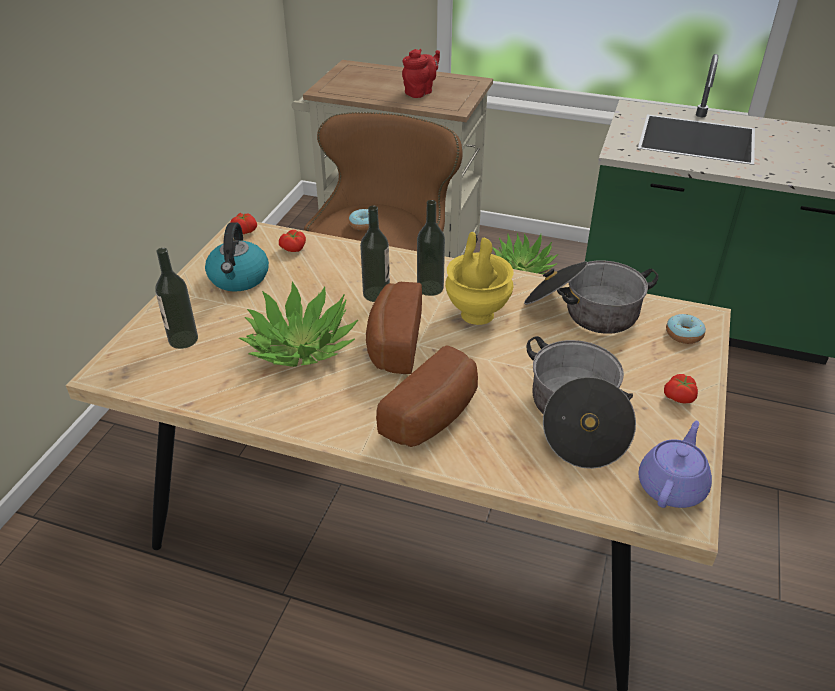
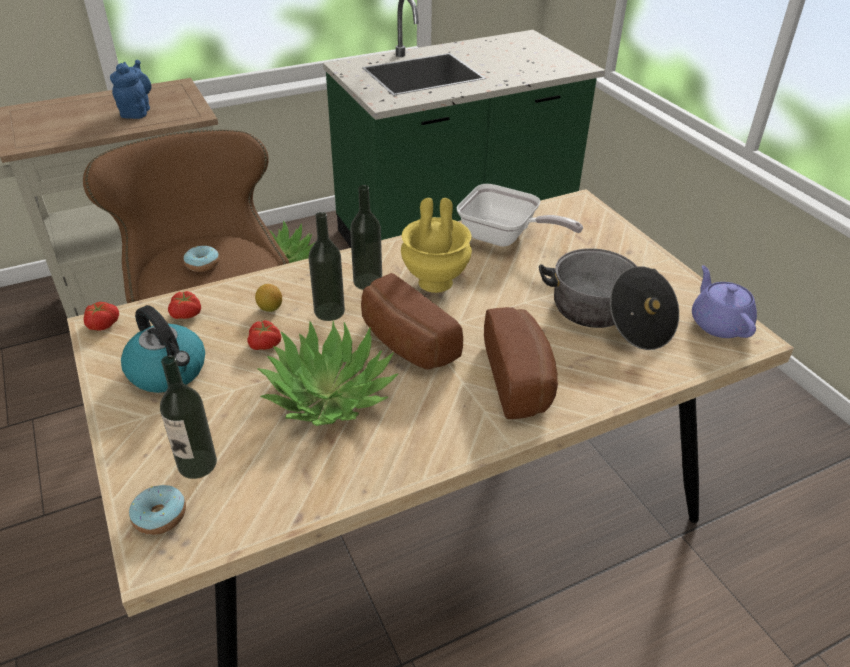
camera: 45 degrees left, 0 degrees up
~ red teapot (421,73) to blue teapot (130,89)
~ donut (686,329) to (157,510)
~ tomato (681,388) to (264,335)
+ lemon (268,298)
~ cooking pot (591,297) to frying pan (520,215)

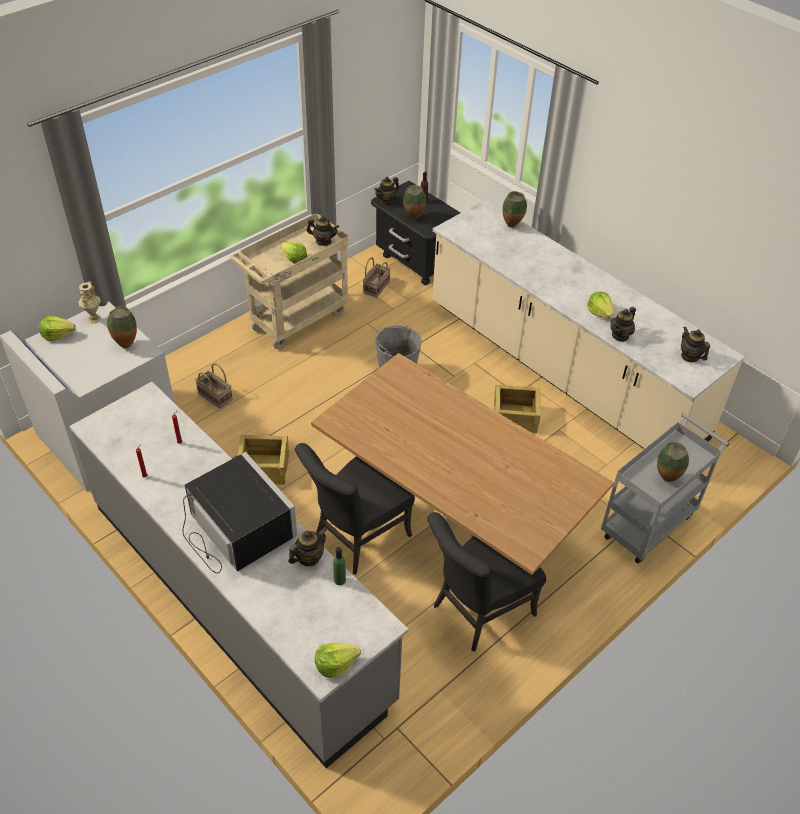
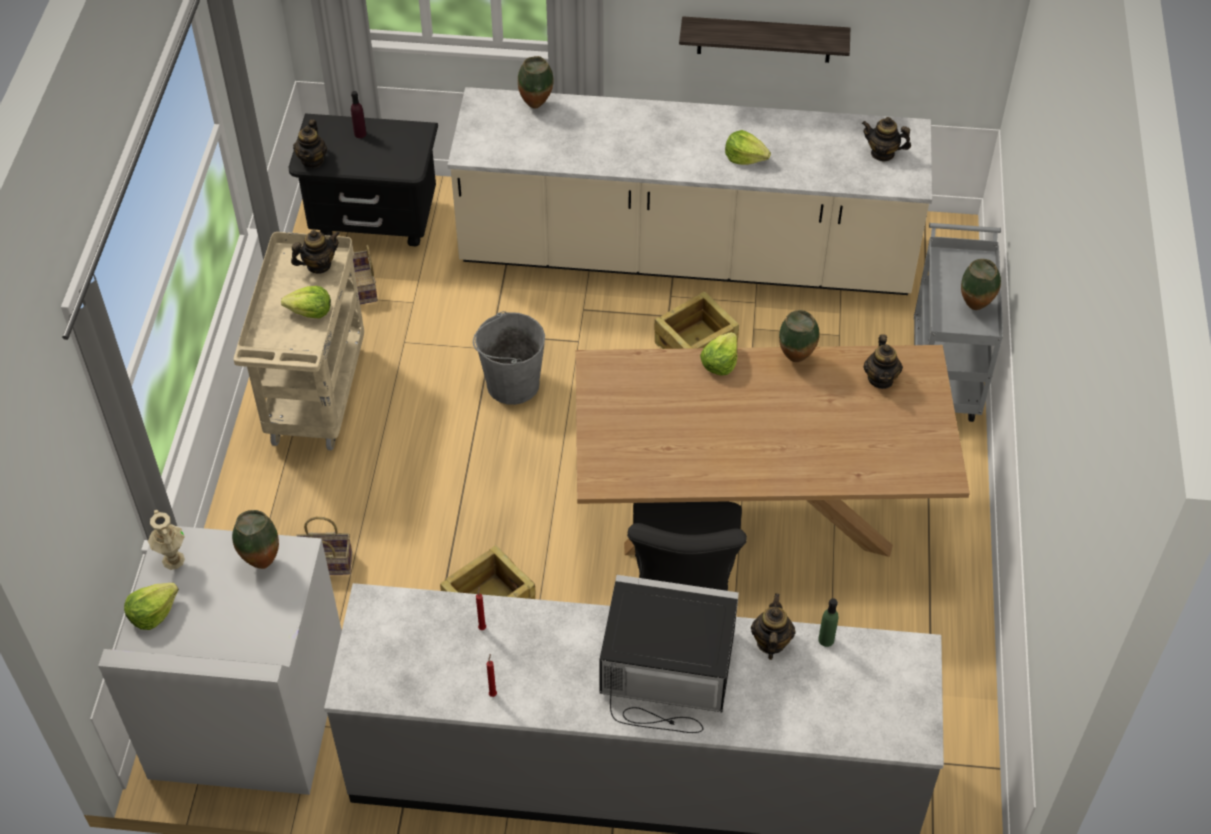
camera: 40 degrees left, 5 degrees up
+ shelf (764,39)
~ lettuce (338,660) to (718,354)
~ vase (414,202) to (799,336)
~ teapot (623,324) to (883,361)
- black chair (486,582)

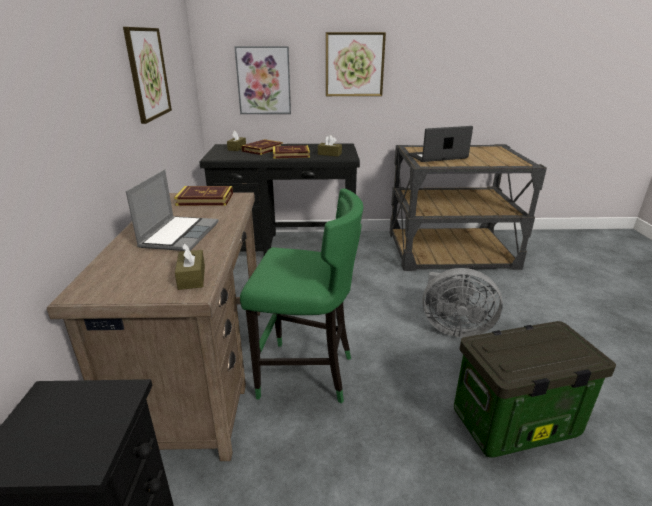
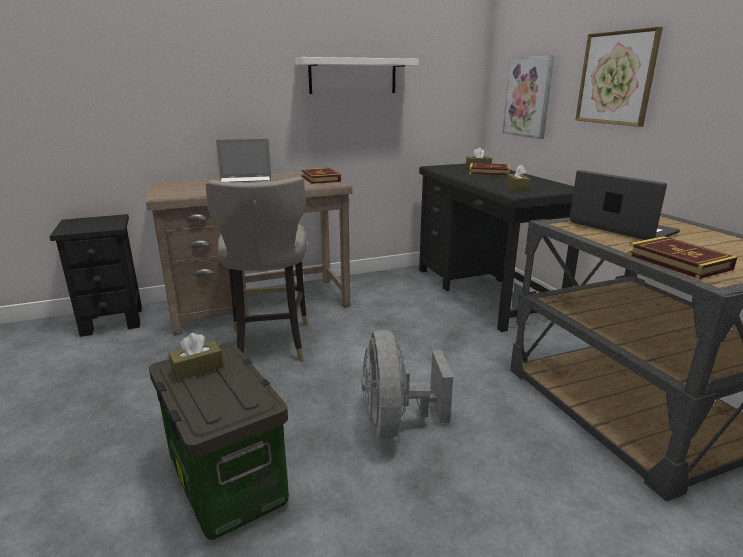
camera: 70 degrees right, 5 degrees down
~ brown tissue box (190,266) to (195,357)
~ green stool (301,295) to grey stool (256,269)
~ picture (147,75) to white shelf (357,75)
~ book (291,152) to (682,257)

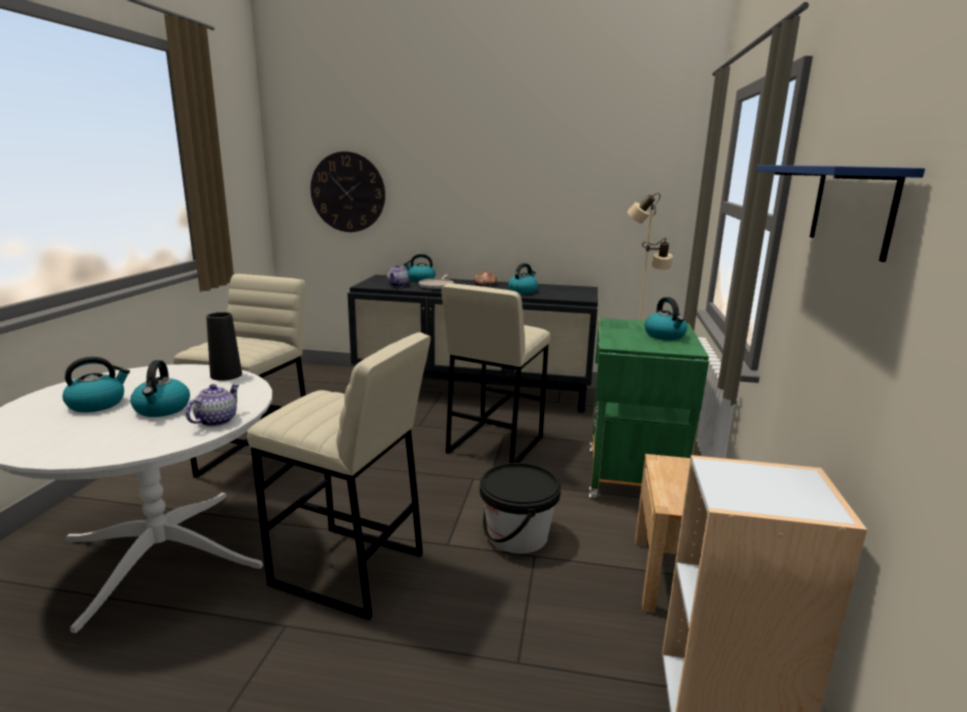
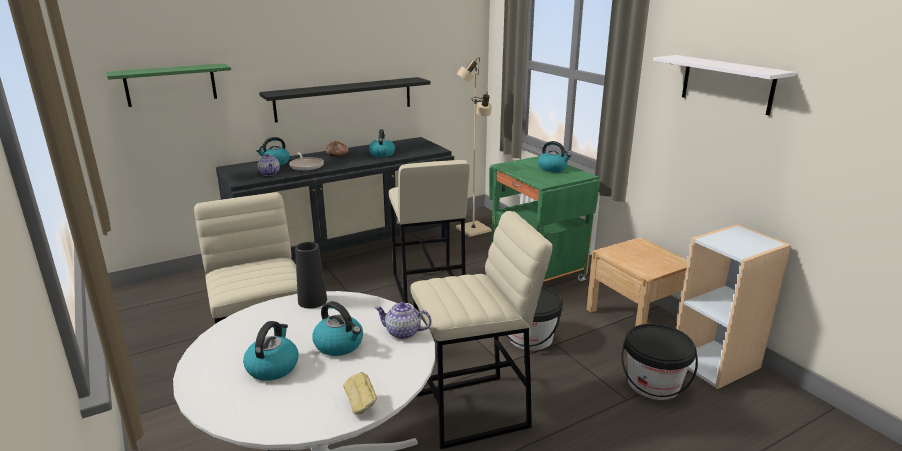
camera: 40 degrees left, 5 degrees up
~ wall clock (348,191) to green shelf (168,85)
+ black shelf (345,100)
+ bread (360,393)
~ teapot (213,405) = (403,320) 60 degrees counterclockwise
+ black bucket (660,362)
~ blue shelf (840,213) to white shelf (724,85)

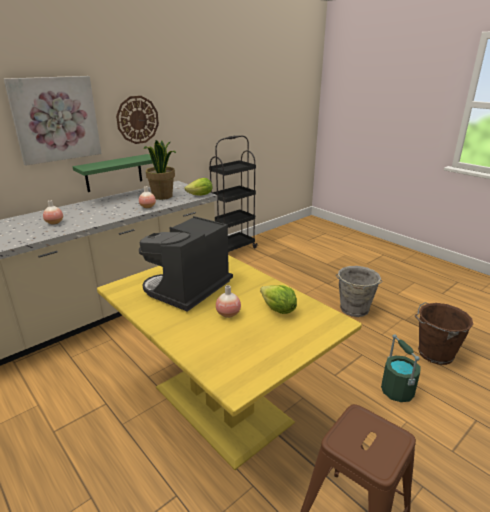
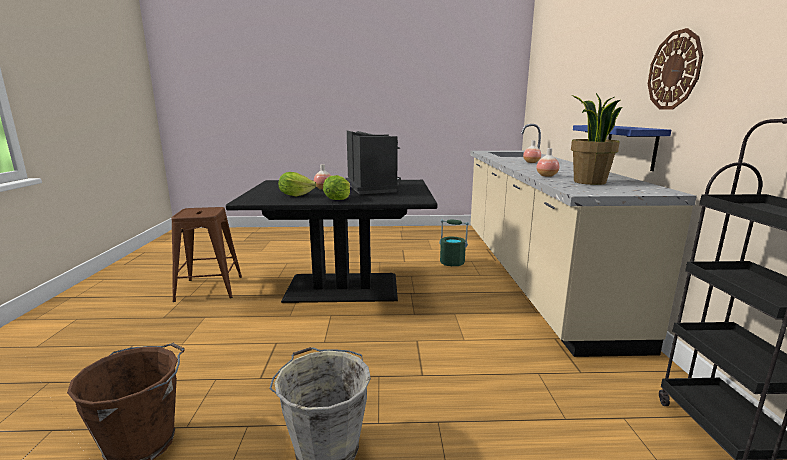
camera: 130 degrees right, 10 degrees down
~ yellow dining table (229,362) to black dining table (332,241)
~ lettuce (198,187) to (336,187)
~ green bucket (401,368) to (454,242)
~ green shelf (112,173) to blue shelf (622,148)
- picture (53,121)

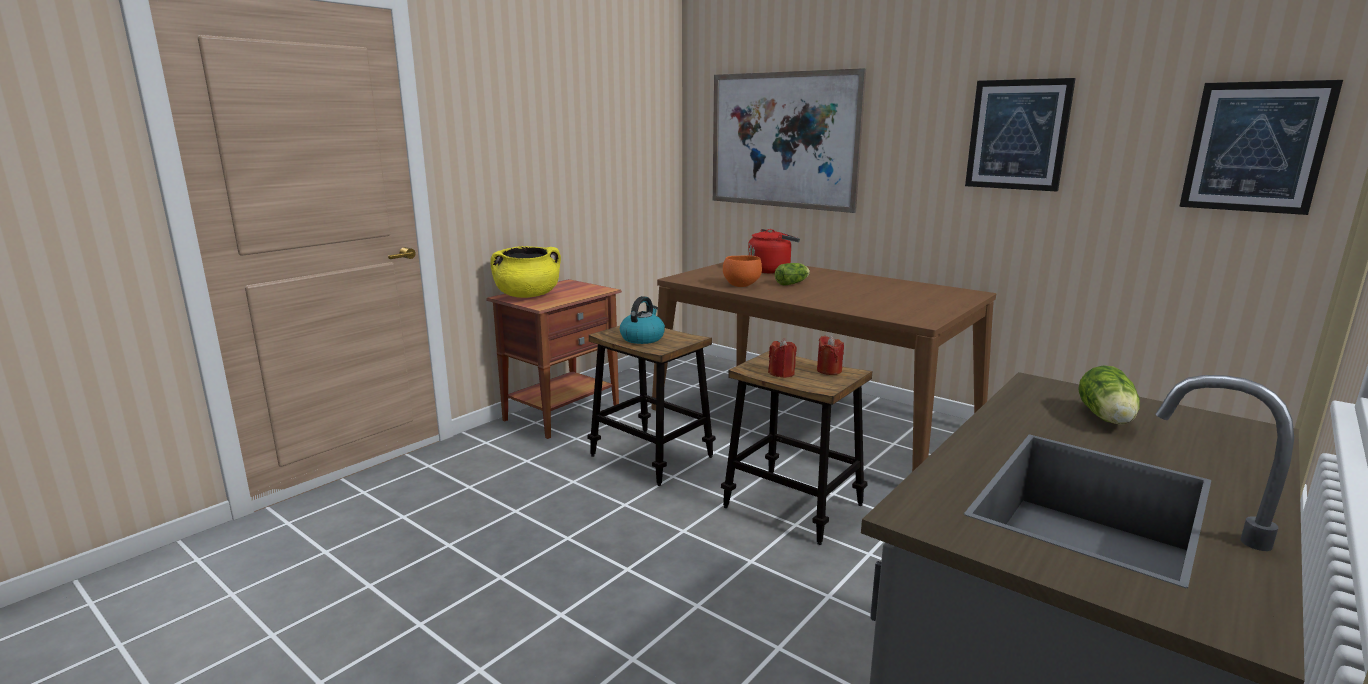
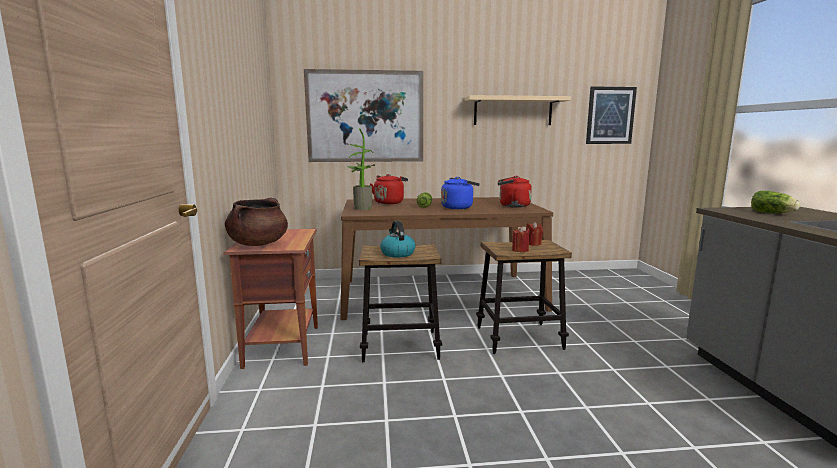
camera: 45 degrees left, 5 degrees down
~ yellow cooking pot (525,272) to brown cooking pot (256,222)
+ potted plant (360,169)
+ blue kettle (460,193)
~ picture (1020,135) to beige shelf (518,110)
+ red kettle (515,192)
- orange bowl (742,271)

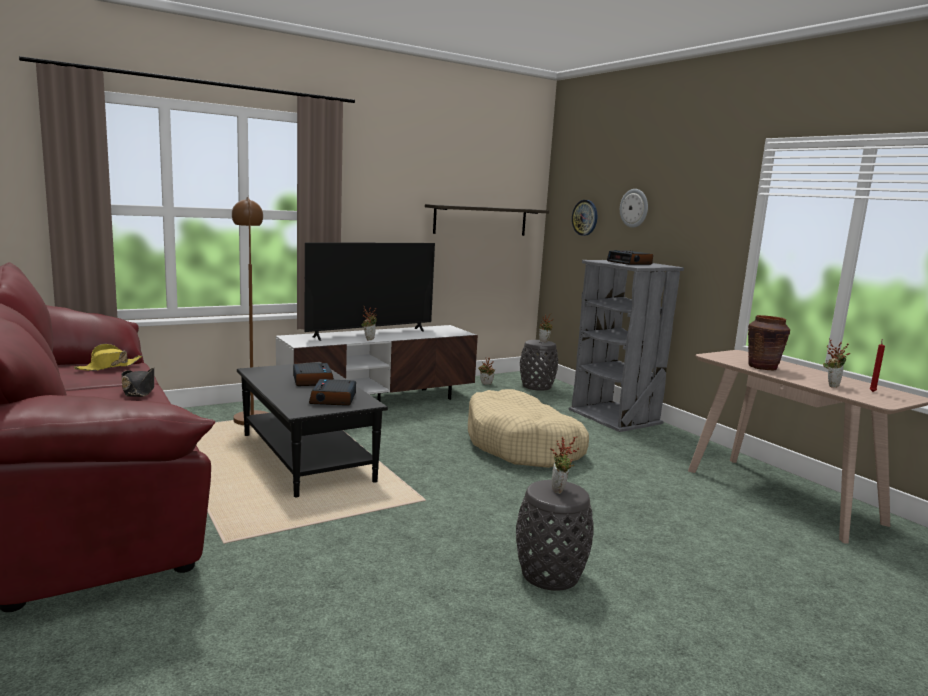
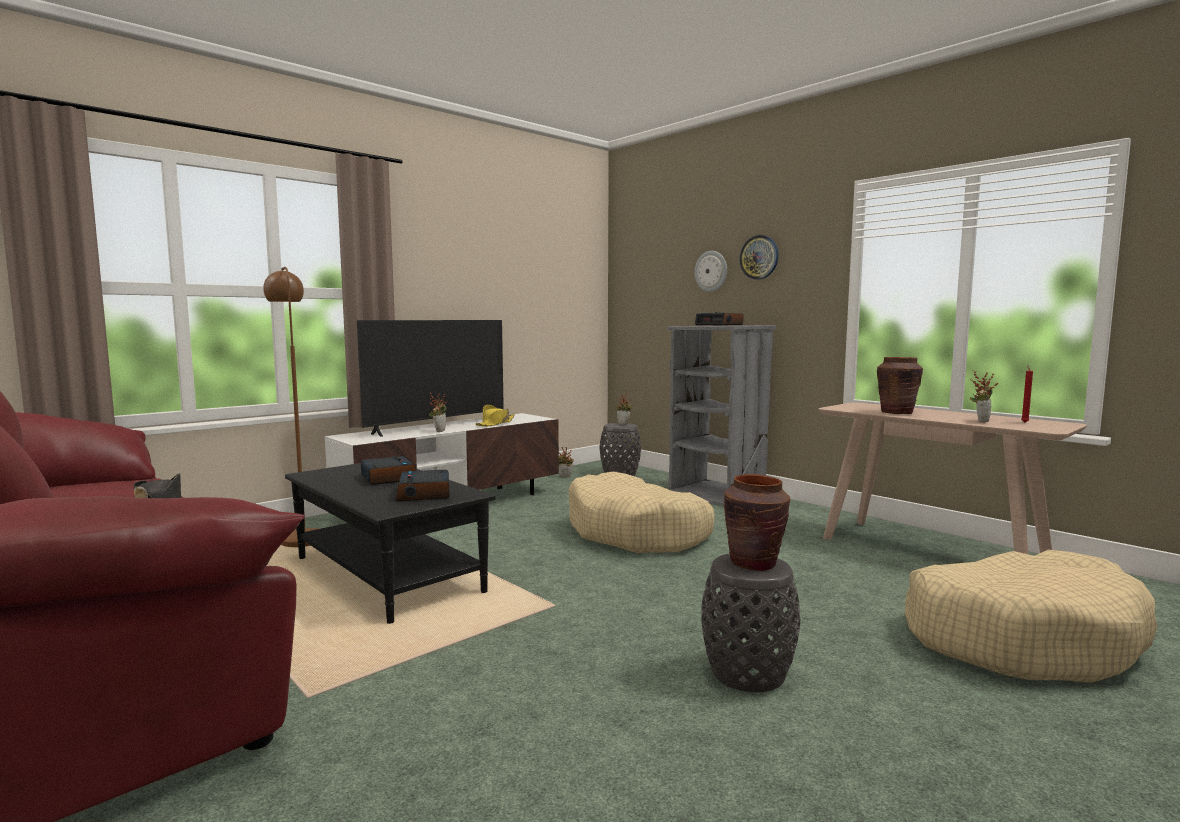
camera: 10 degrees left, 5 degrees down
~ yellow hat (108,357) to (495,415)
~ potted plant (564,465) to brown vase (757,522)
~ wall clock (584,218) to (759,257)
+ beige dog bed (1031,616)
- shelf (487,220)

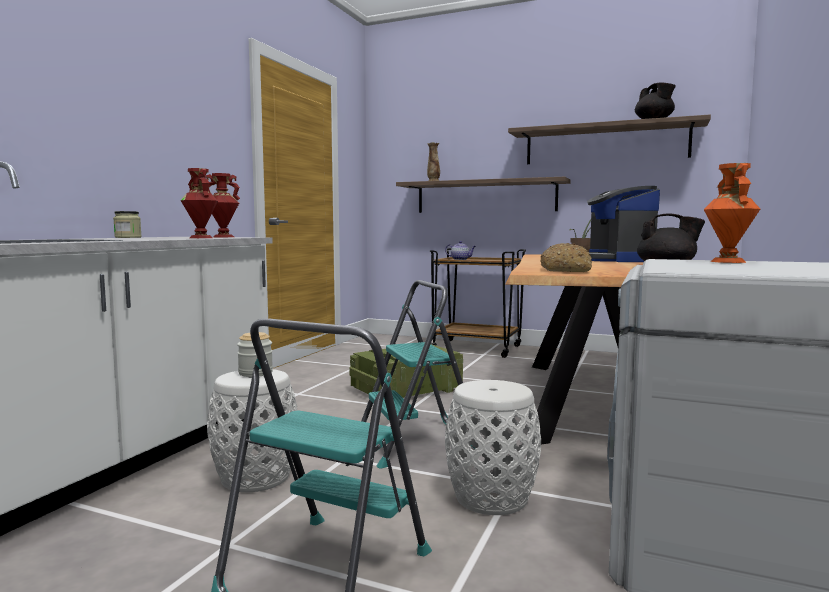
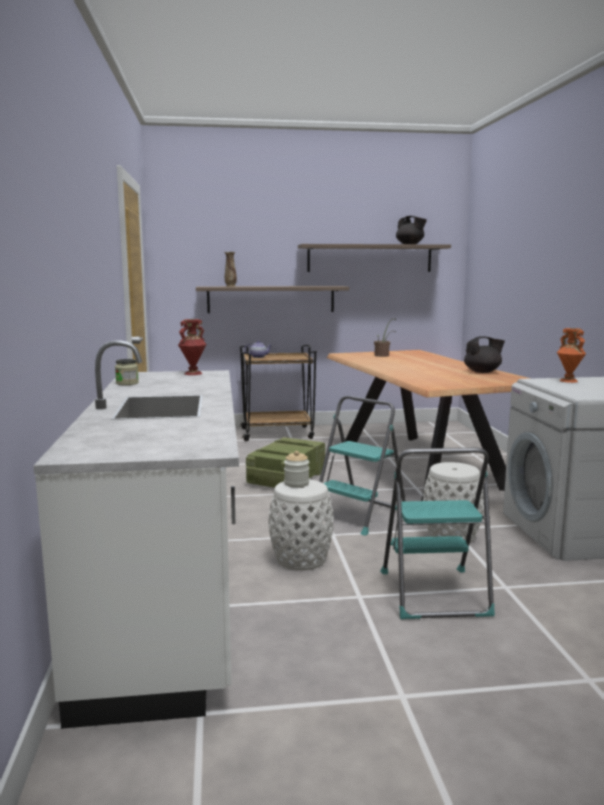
camera: 30 degrees left, 5 degrees up
- red vase (199,203)
- bread (566,257)
- coffee machine (623,224)

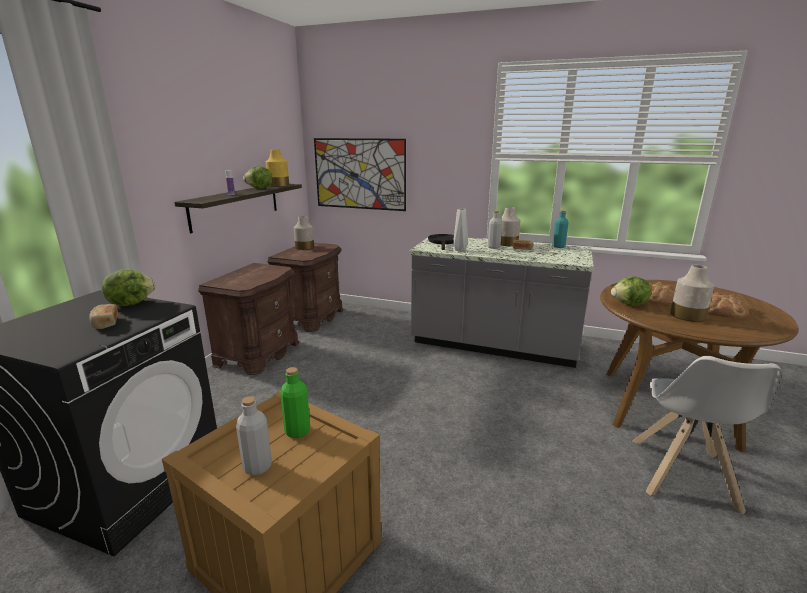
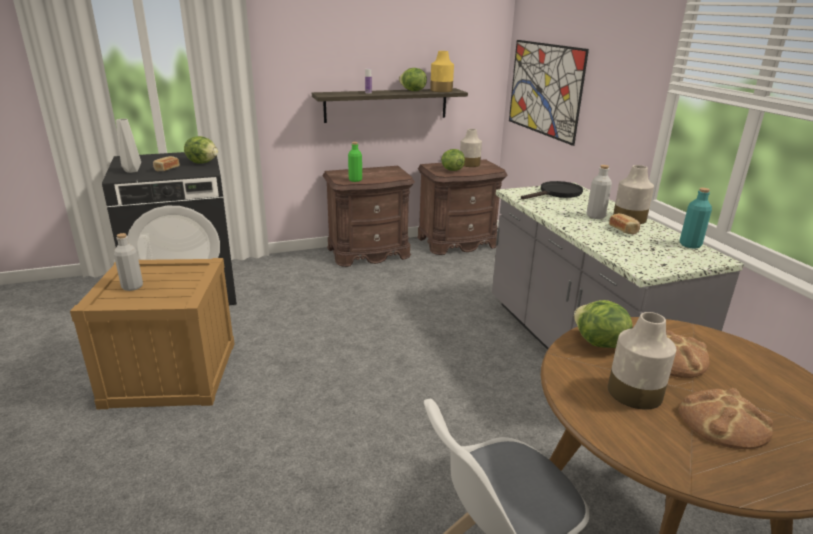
camera: 50 degrees right, 5 degrees up
~ grey vase (460,230) to (128,146)
~ green bottle (295,402) to (355,162)
+ lettuce (453,160)

